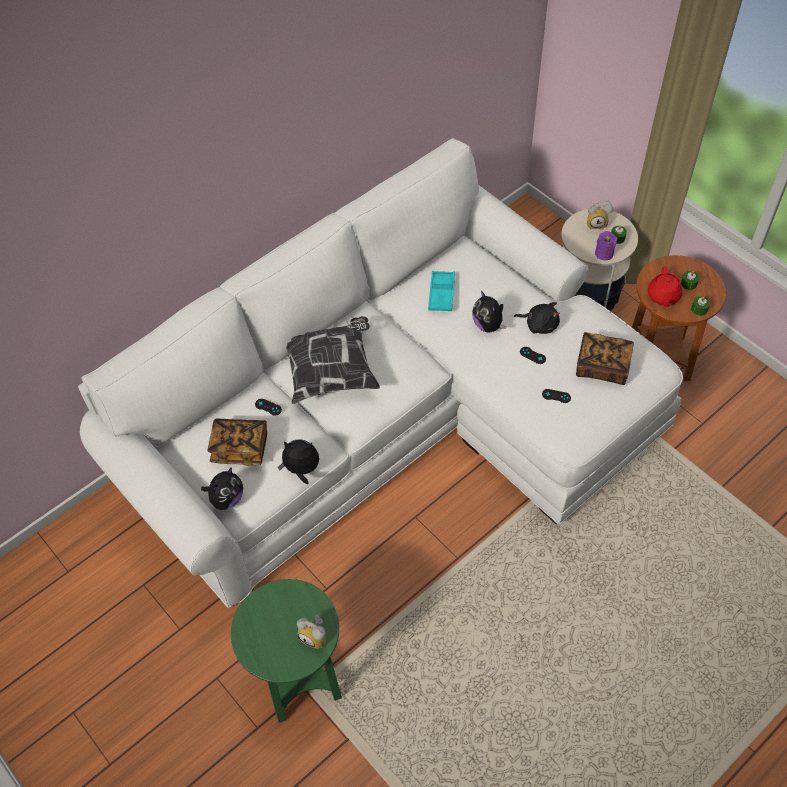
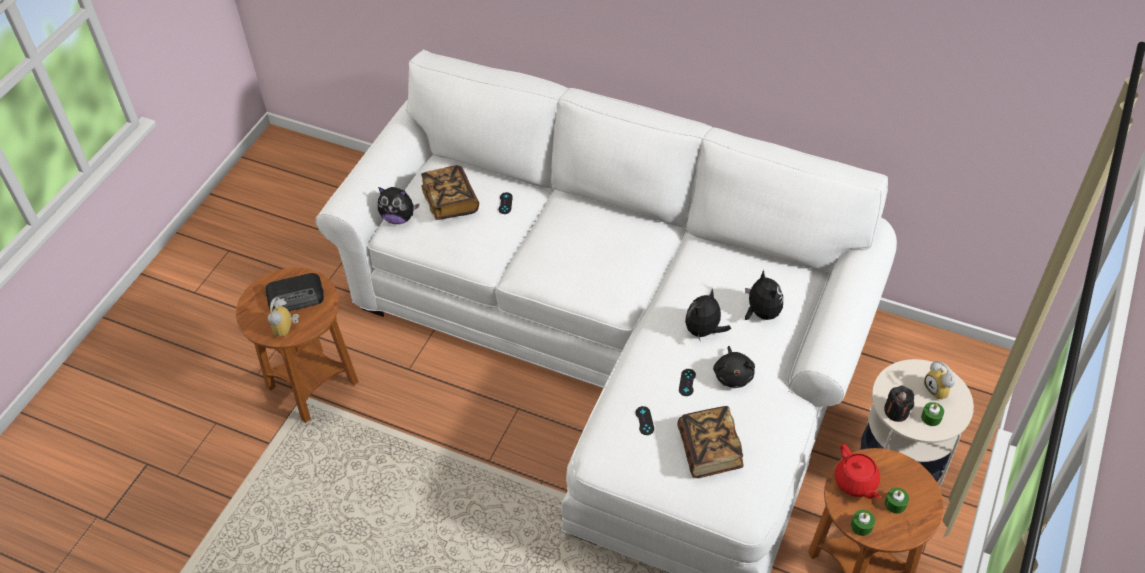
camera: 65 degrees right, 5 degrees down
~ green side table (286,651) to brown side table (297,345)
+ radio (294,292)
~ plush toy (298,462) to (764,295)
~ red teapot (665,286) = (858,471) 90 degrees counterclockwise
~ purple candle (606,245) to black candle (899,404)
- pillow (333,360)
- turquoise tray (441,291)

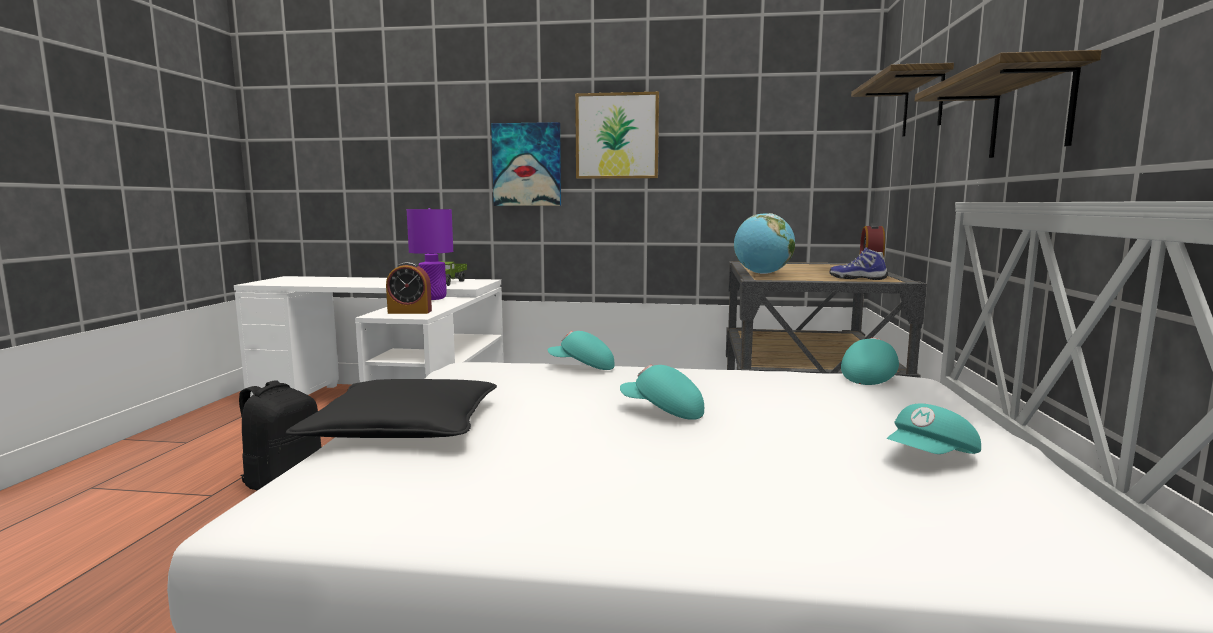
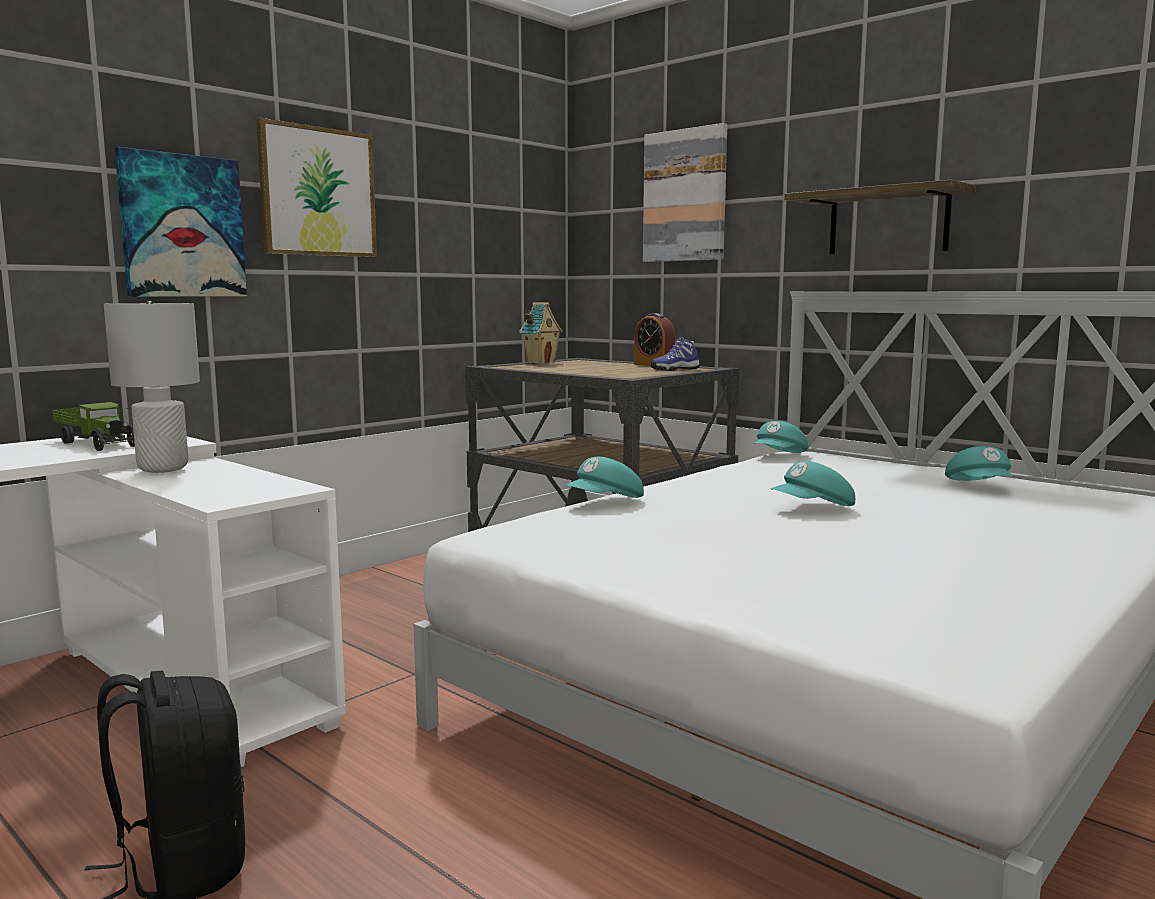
camera: 55 degrees left, 0 degrees up
~ purple table lamp (430,254) to grey table lamp (152,387)
+ toy house (541,333)
~ shelf (902,100) to picture (685,192)
~ turquoise cap (870,361) = (780,437) 120 degrees counterclockwise
- black pillow (391,408)
- alarm clock (409,288)
- globe (764,243)

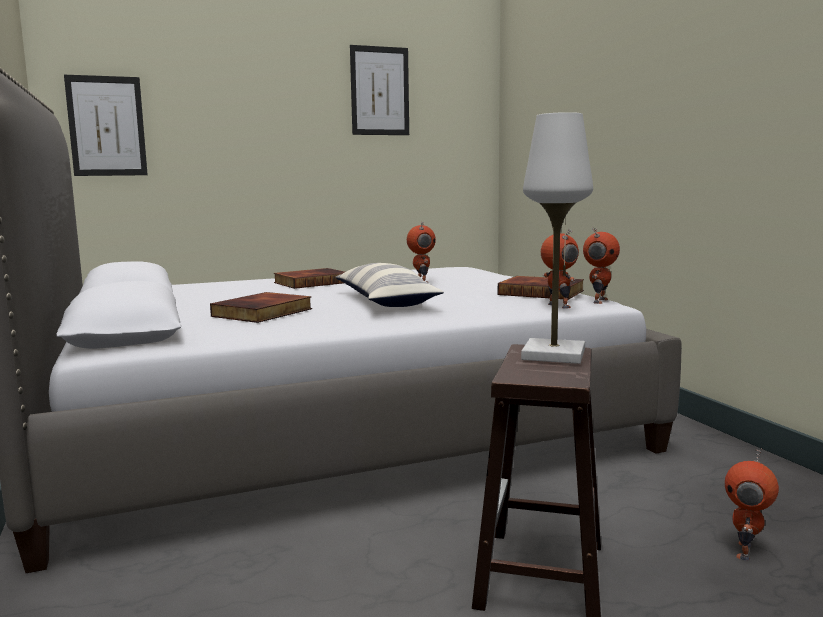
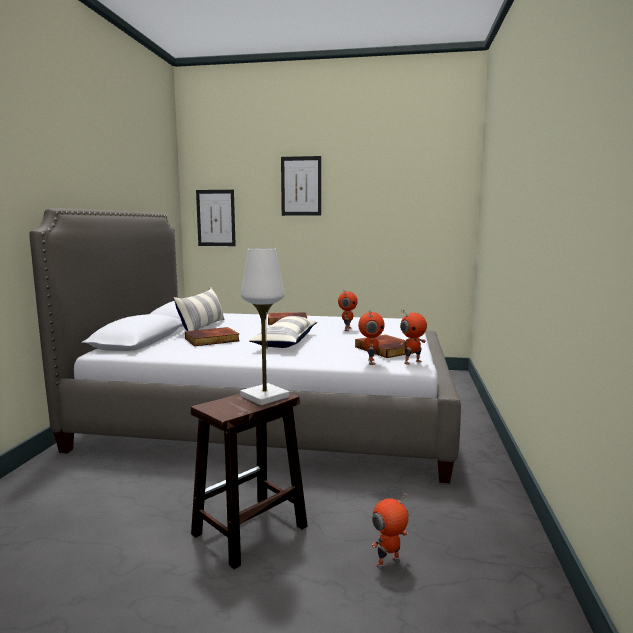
camera: 30 degrees right, 0 degrees up
+ pillow (199,309)
~ picture (379,90) to (301,186)

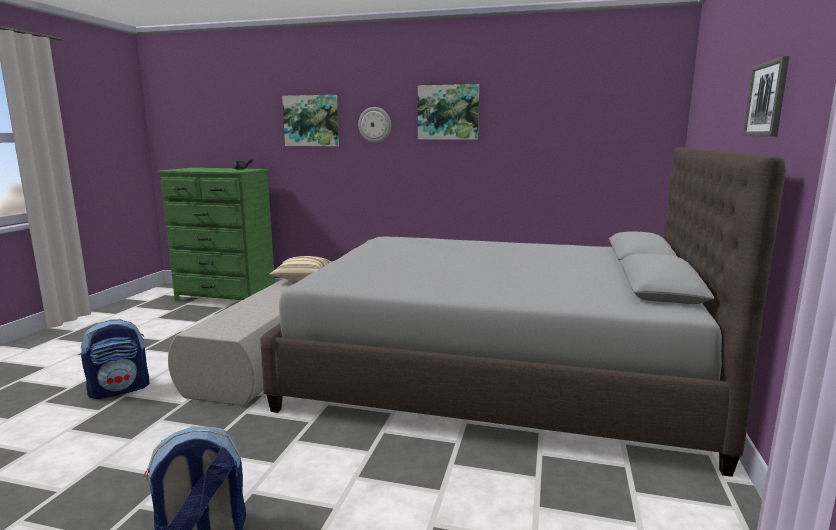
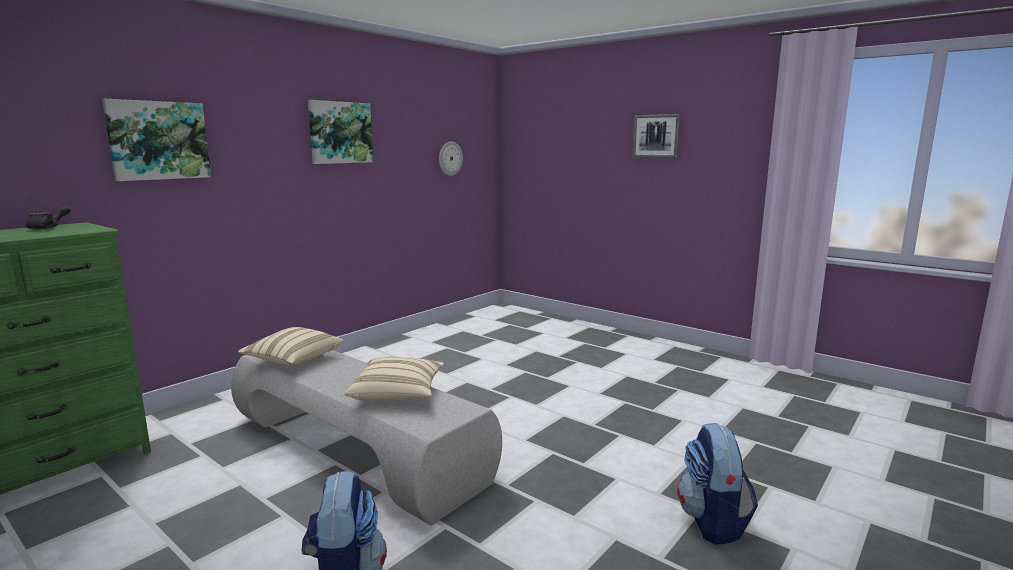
camera: 65 degrees left, 0 degrees up
+ beige pillow (394,379)
~ wall clock (374,125) to (451,158)
- grey bed (523,312)

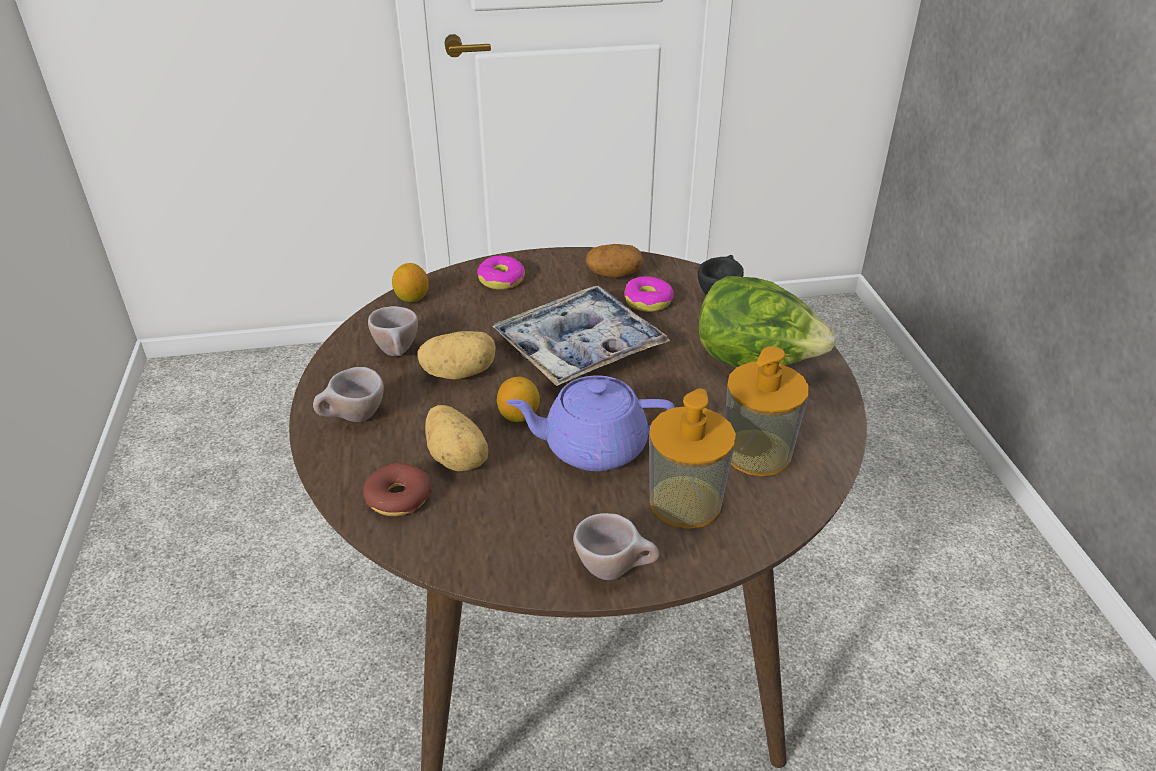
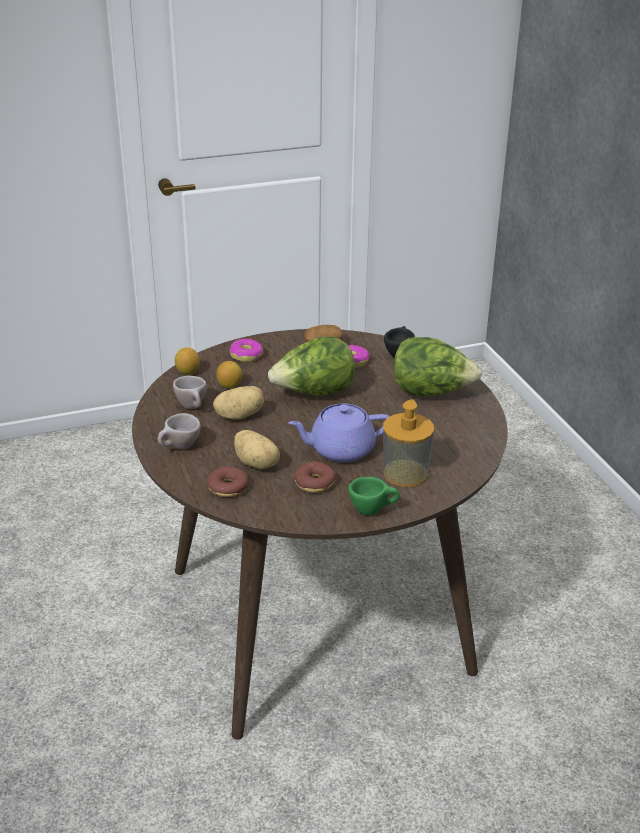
camera: 10 degrees left, 5 degrees down
~ lemon (518,399) to (229,375)
~ tray (581,336) to lettuce (311,366)
+ donut (315,477)
~ beige cup (616,546) to green cup (374,496)
- soap dispenser (767,411)

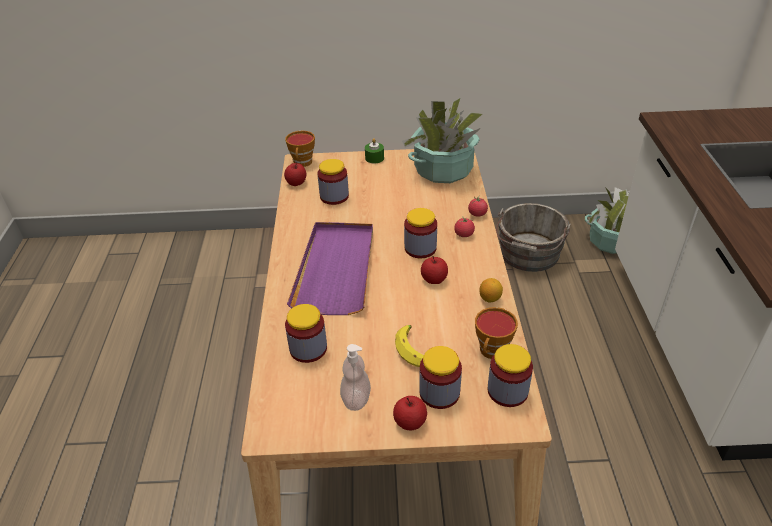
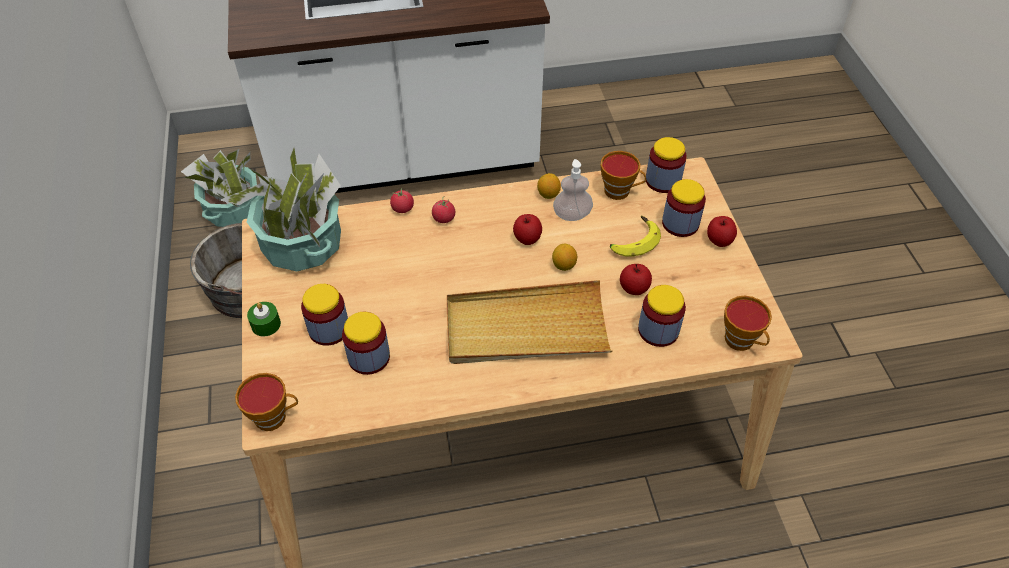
camera: 100 degrees left, 10 degrees up
~ jar (420,233) to (324,315)
~ purple tray (330,268) to beige tray (530,322)
+ lemon (564,257)
~ soap dispenser (355,377) to (573,190)
~ apple (295,174) to (636,279)
+ cup (748,323)

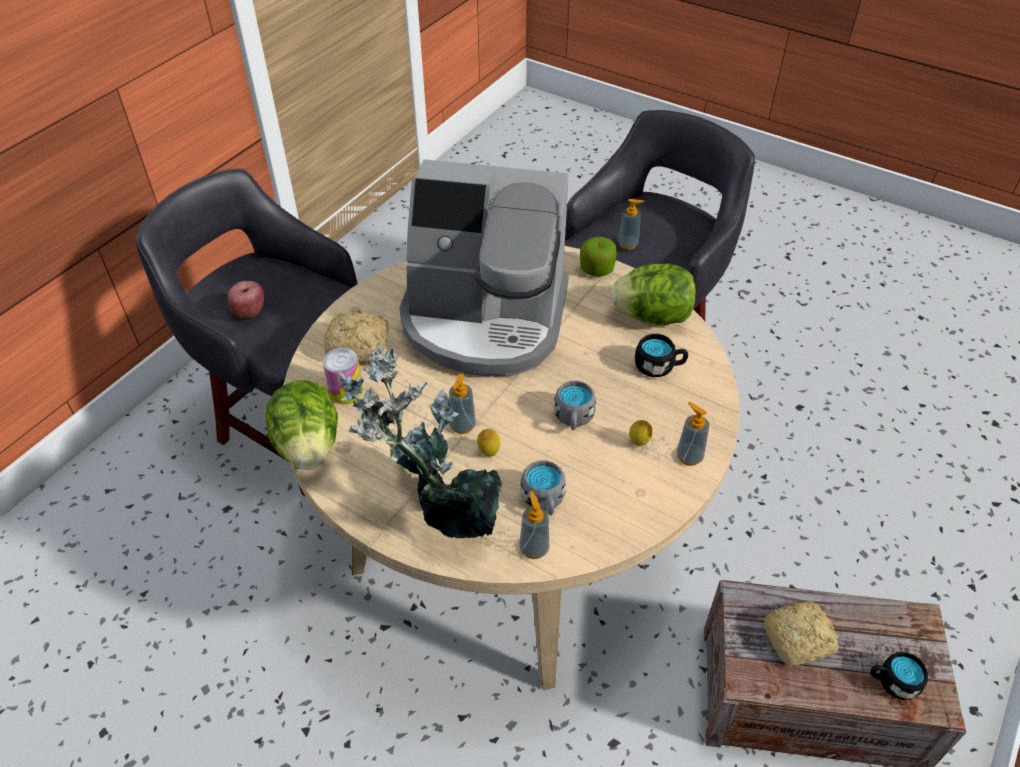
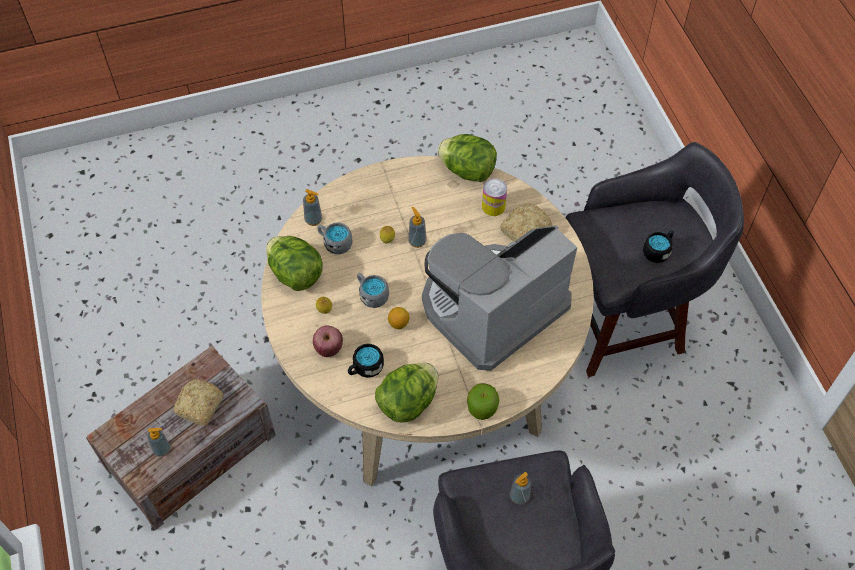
camera: 130 degrees right, 10 degrees up
~ soap dispenser (692,434) to (159,442)
+ lettuce (294,263)
~ apple (246,299) to (328,341)
+ lemon (398,318)
~ black mug (899,676) to (658,246)
- potted plant (420,440)

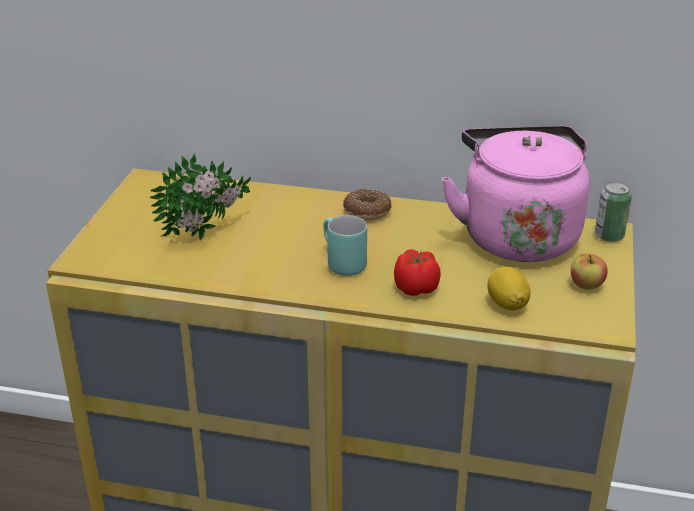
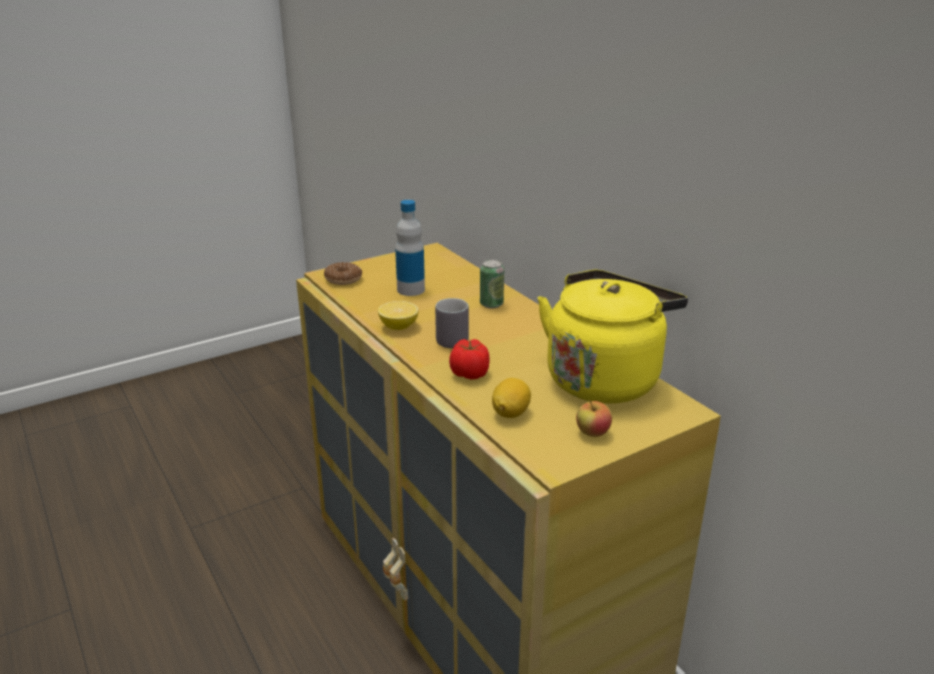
camera: 45 degrees right, 5 degrees down
~ donut (367,205) to (343,273)
+ lemon (398,315)
~ potted plant (200,196) to bottle (410,248)
~ turquoise mug (345,245) to grey mug (452,323)
~ can (613,211) to (492,283)
~ pink kettle (515,194) to yellow kettle (613,336)

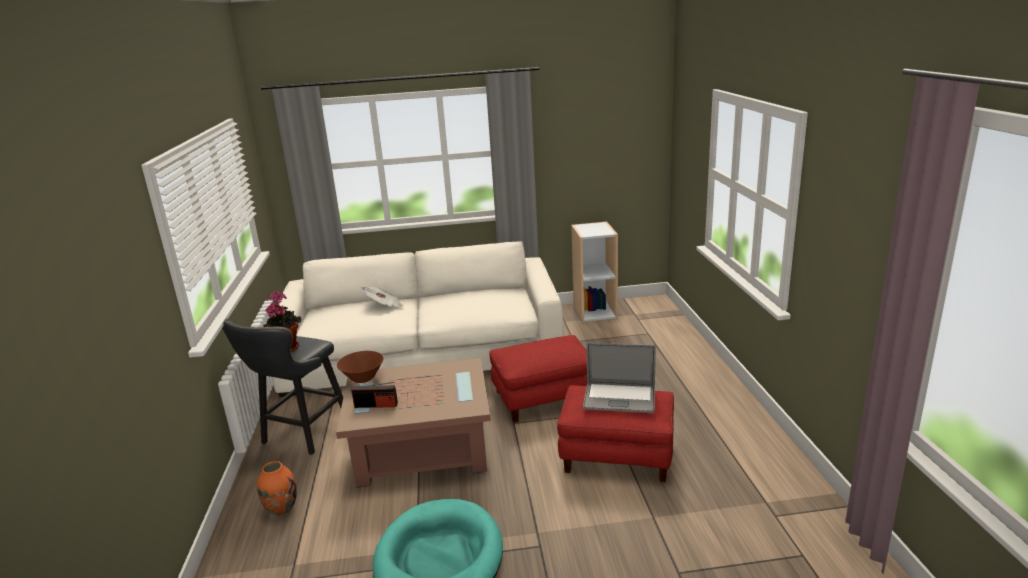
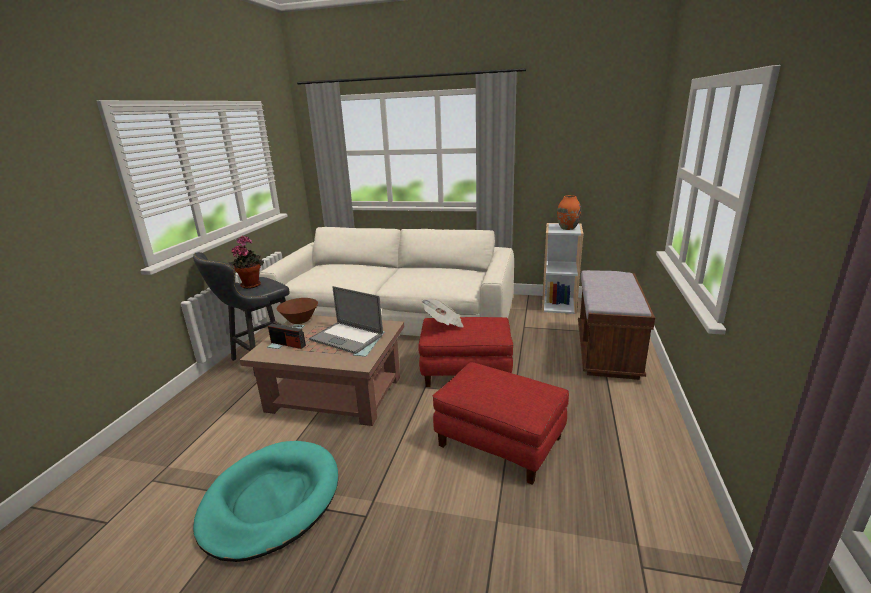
camera: 20 degrees right, 0 degrees up
~ laptop (619,378) to (346,320)
~ newspaper (382,296) to (442,313)
~ orange vase (277,488) to (569,212)
+ brown bench (616,325)

